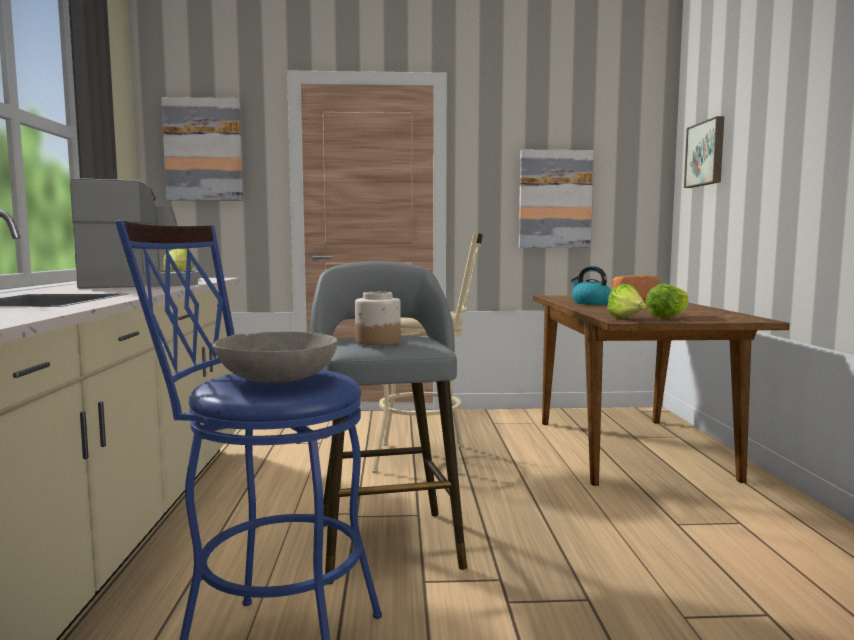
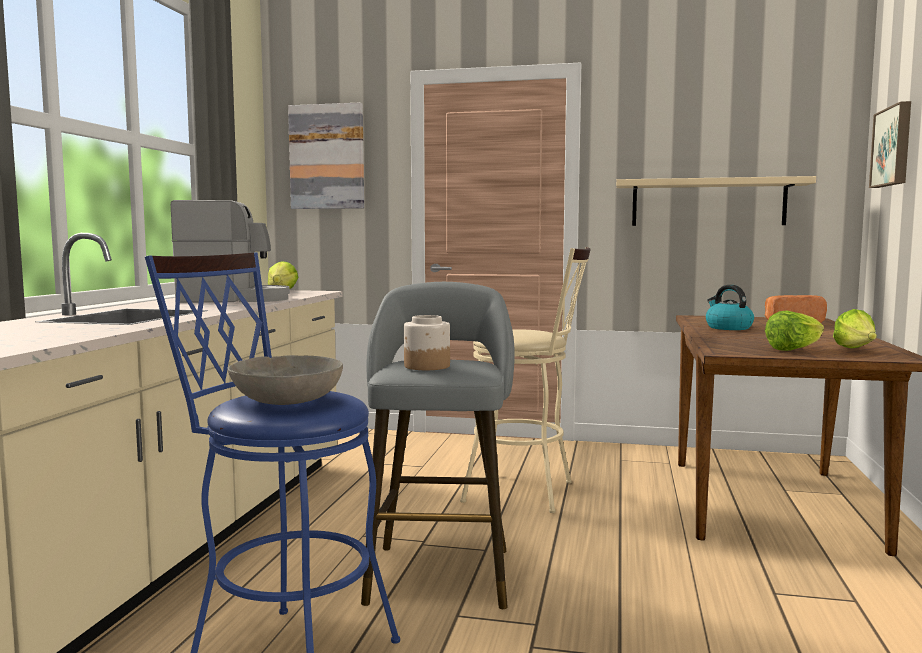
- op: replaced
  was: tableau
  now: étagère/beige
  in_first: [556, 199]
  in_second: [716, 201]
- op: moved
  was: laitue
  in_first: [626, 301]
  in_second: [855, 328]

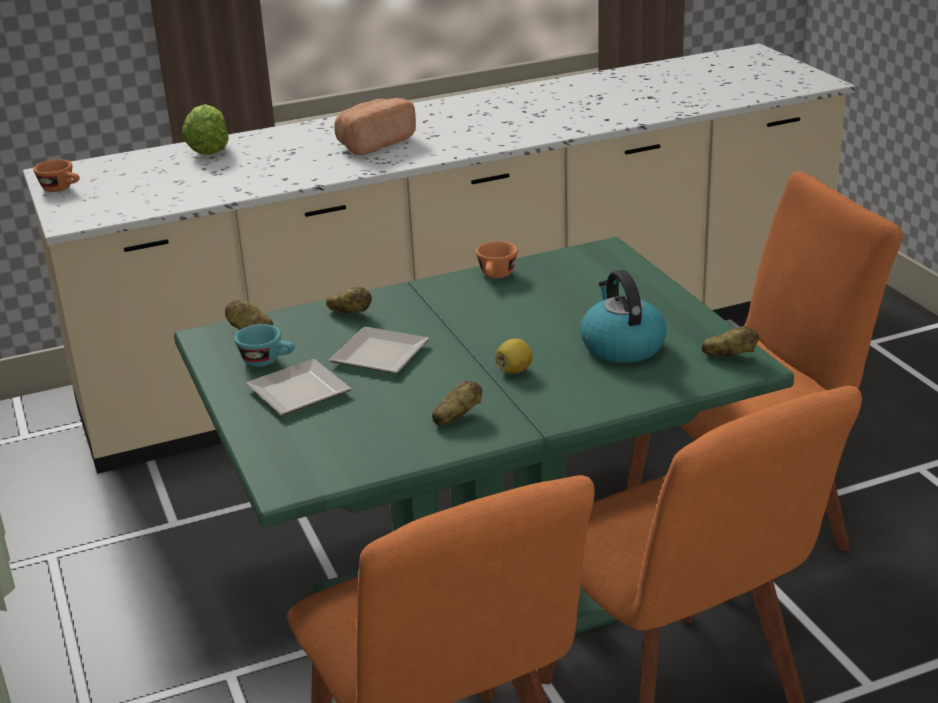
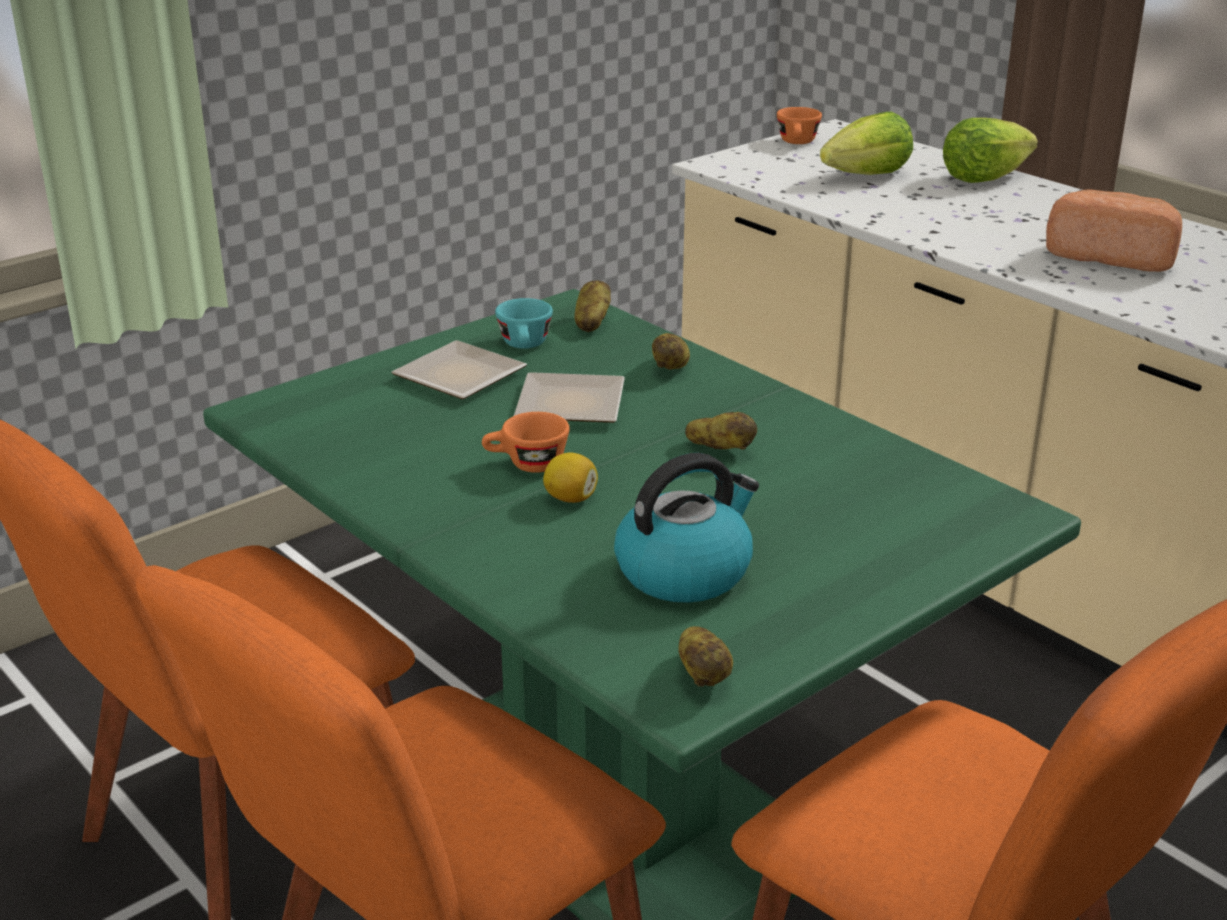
- op: moved
  was: tasse/orange
  in_first: [497, 259]
  in_second: [526, 442]
- op: moved
  was: pomme de terre
  in_first: [457, 403]
  in_second: [721, 431]
- op: added
  now: laitue
  in_second: [866, 143]

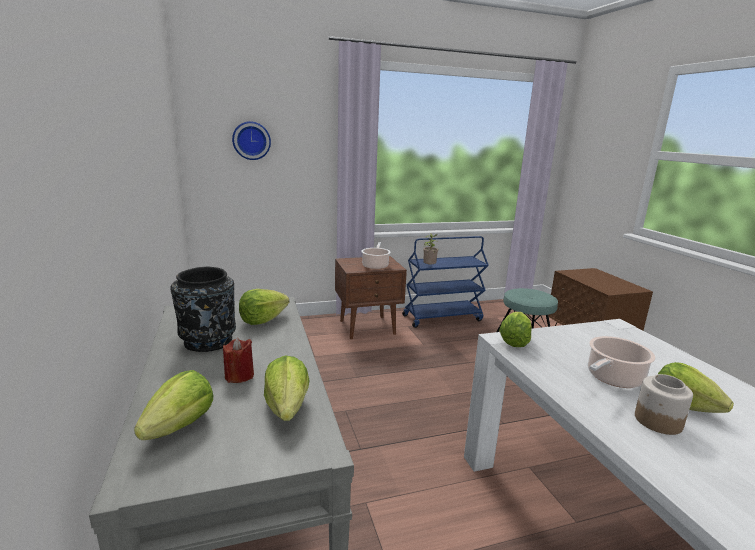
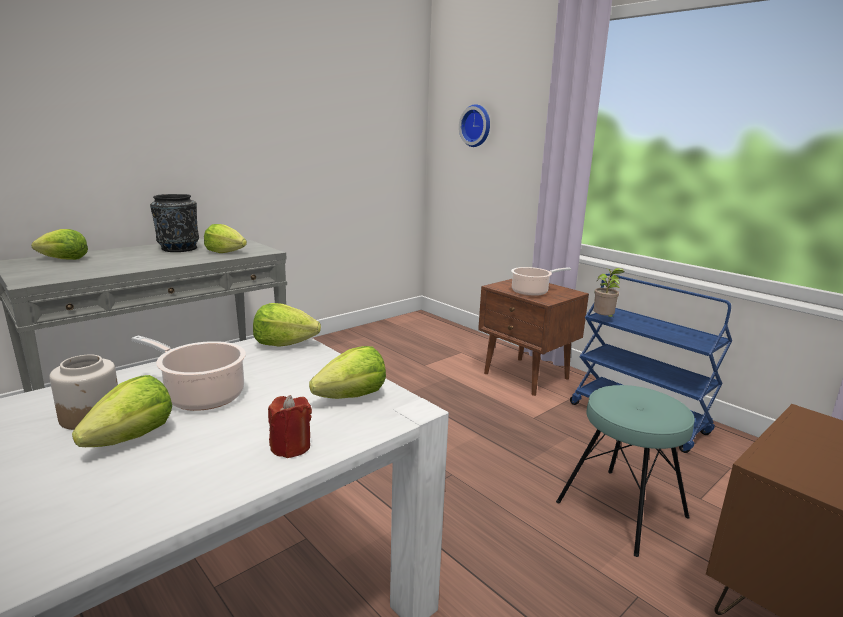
- op: moved
  was: bougie/rouge
  in_first: [238, 360]
  in_second: [290, 426]
- op: moved
  was: laitue
  in_first: [286, 388]
  in_second: [347, 372]

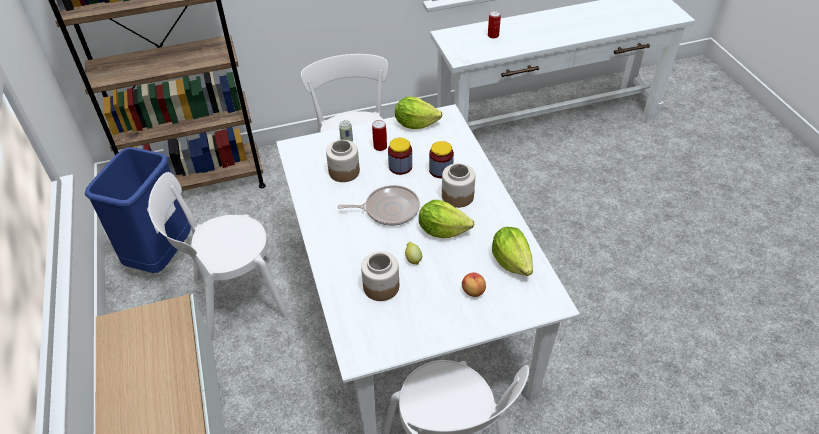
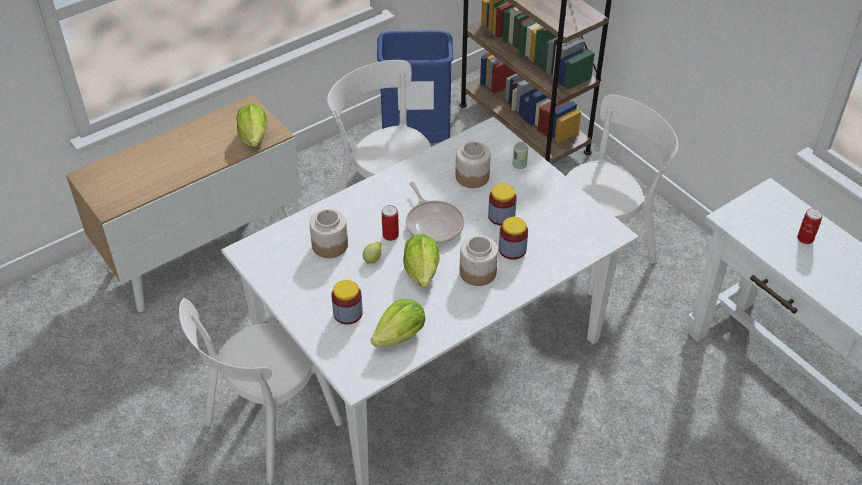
- op: moved
  was: laitue
  in_first: [419, 112]
  in_second: [252, 125]
- op: replaced
  was: pomme
  now: bocal
  in_first: [474, 285]
  in_second: [347, 302]
- op: moved
  was: boîte métallique
  in_first: [379, 135]
  in_second: [390, 223]

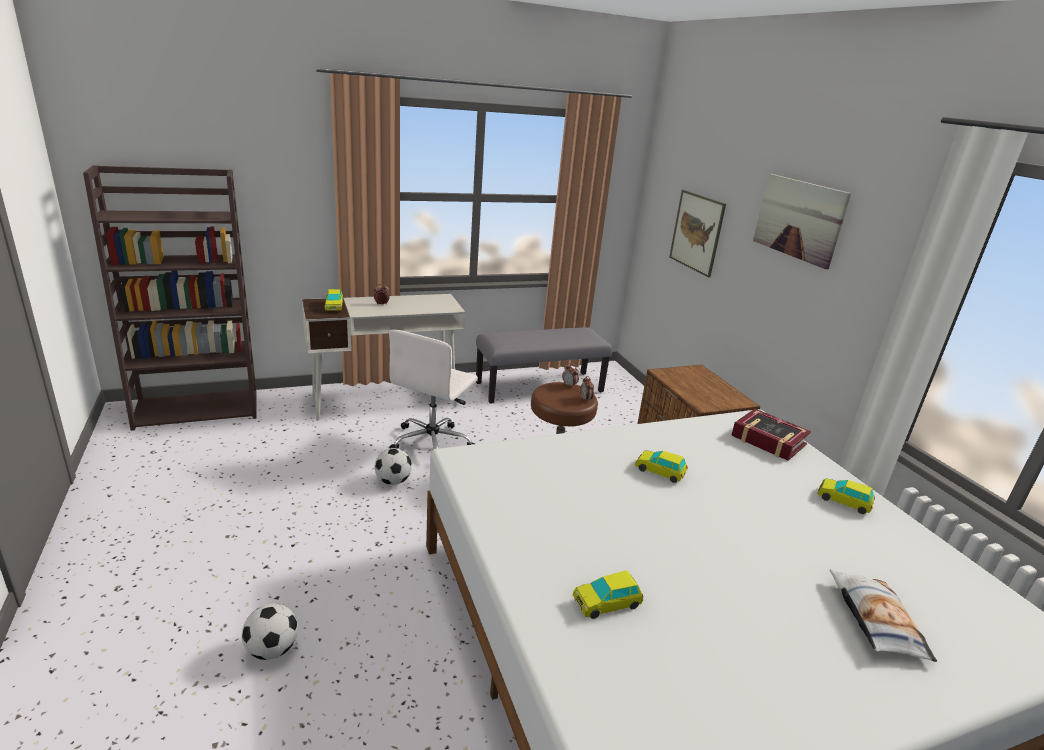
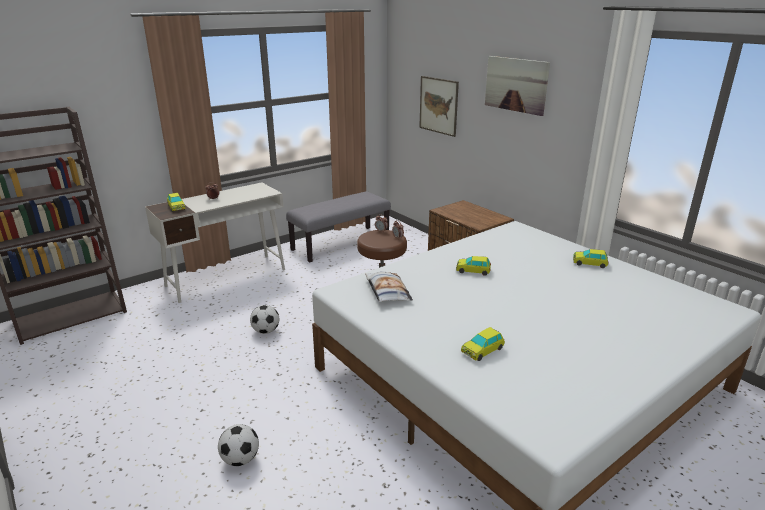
- op: moved
  was: coussin
  in_first: [883, 615]
  in_second: [389, 286]
- op: removed
  was: chaise de bureau/blanc
  in_first: [433, 390]
- op: removed
  was: livre
  in_first: [771, 435]

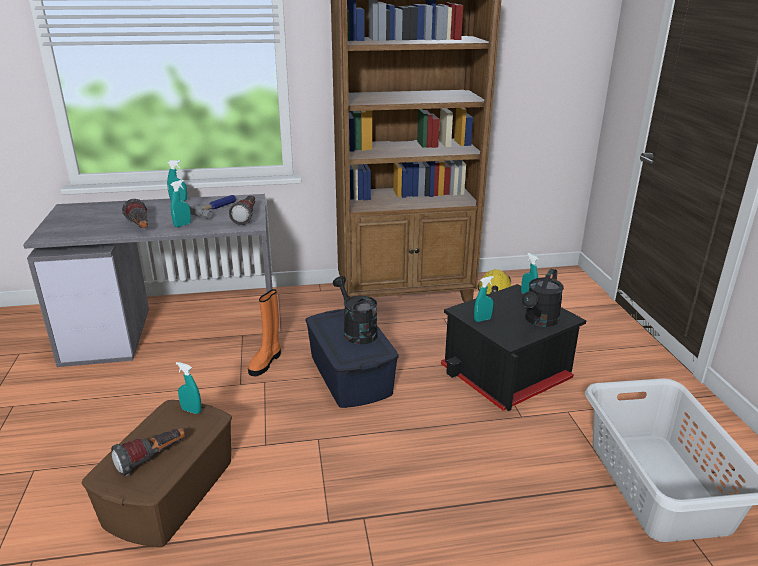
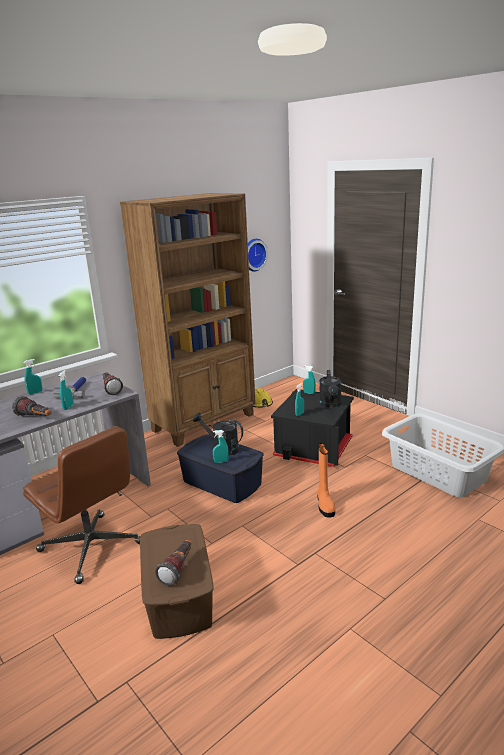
- op: added
  now: chaise de bureau/marron
  in_second: [82, 505]
- op: moved
  was: vaporisateur/turquoise
  in_first: [189, 388]
  in_second: [221, 446]
- op: added
  now: horloge murale
  in_second: [258, 255]
- op: moved
  was: botte/orange
  in_first: [264, 332]
  in_second: [326, 480]

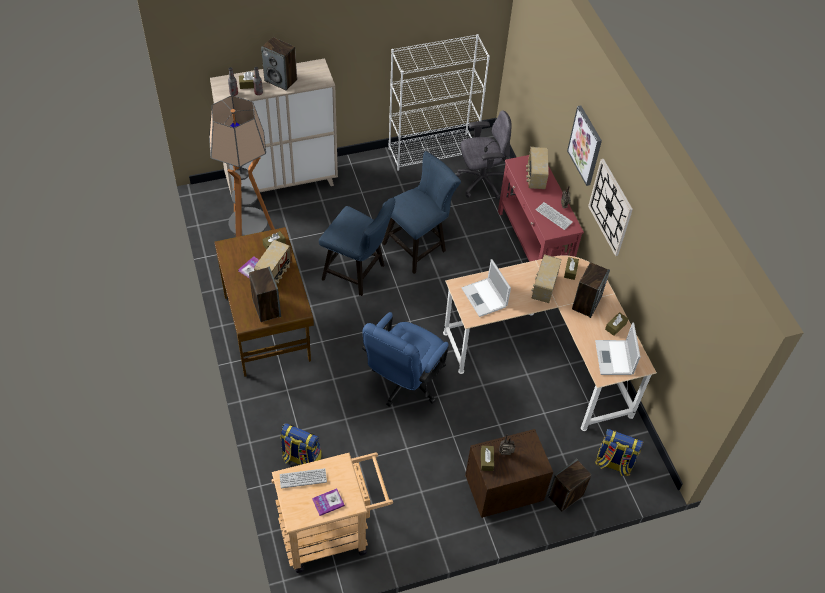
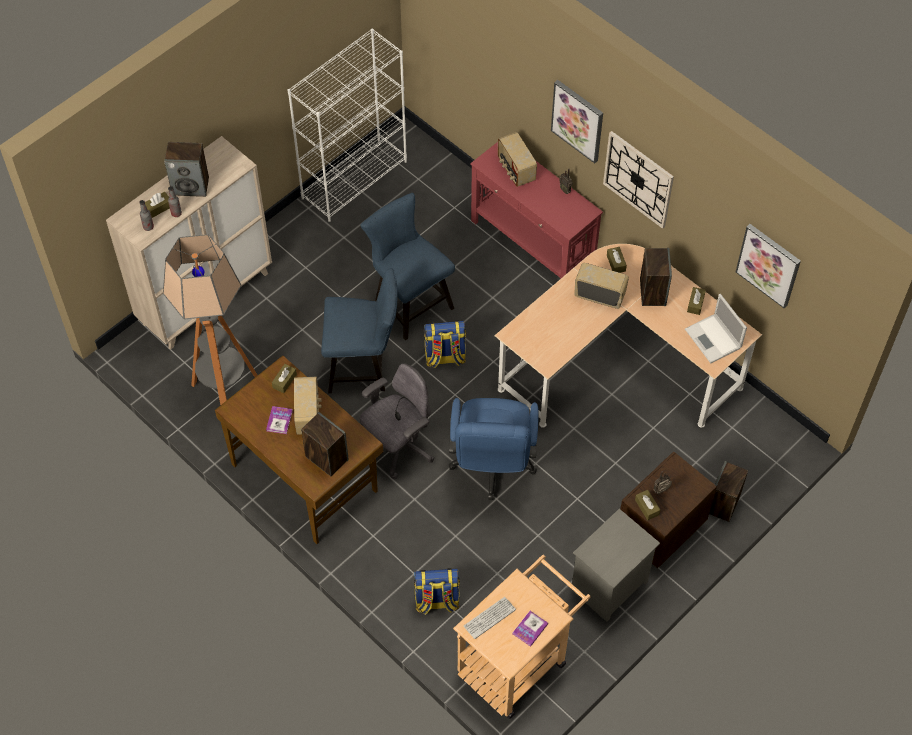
- op: turned
  was: chaise/bleu
  in_first: [421, 212]
  in_second: [407, 266]
  clockwise: -60
- op: moved
  was: chaise de bureau/gris
  in_first: [484, 155]
  in_second: [397, 421]
- op: moved
  was: sac à dos
  in_first: [619, 452]
  in_second: [445, 344]
- op: added
  now: table de chevet/gris
  in_second: [615, 565]
- op: turned
  was: radio
  in_first: [546, 278]
  in_second: [601, 286]
  clockwise: 120
- op: added
  now: tableau
  in_second: [768, 266]
- op: removed
  was: ordinateur portable
  in_first: [486, 288]
- op: removed
  was: clavier
  in_first: [554, 216]

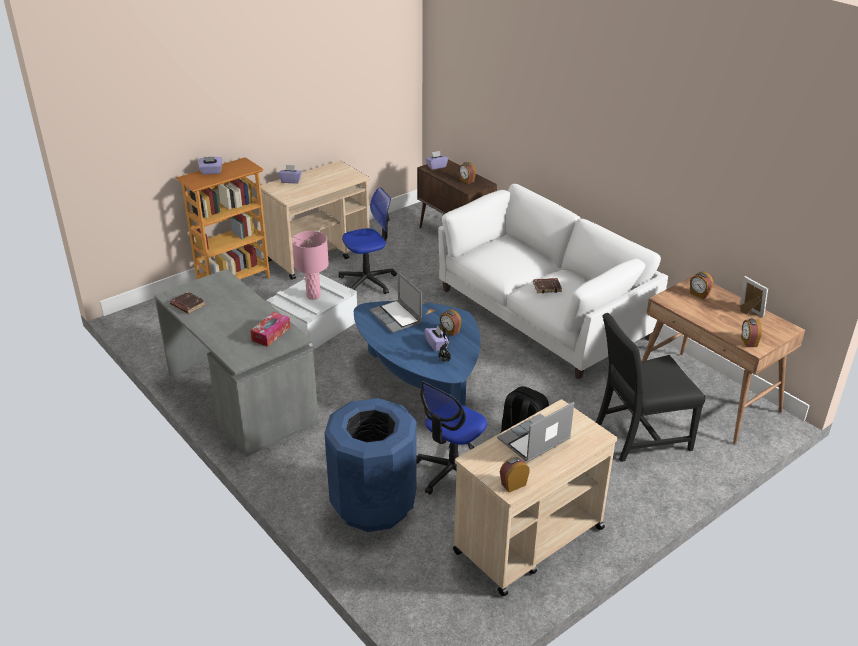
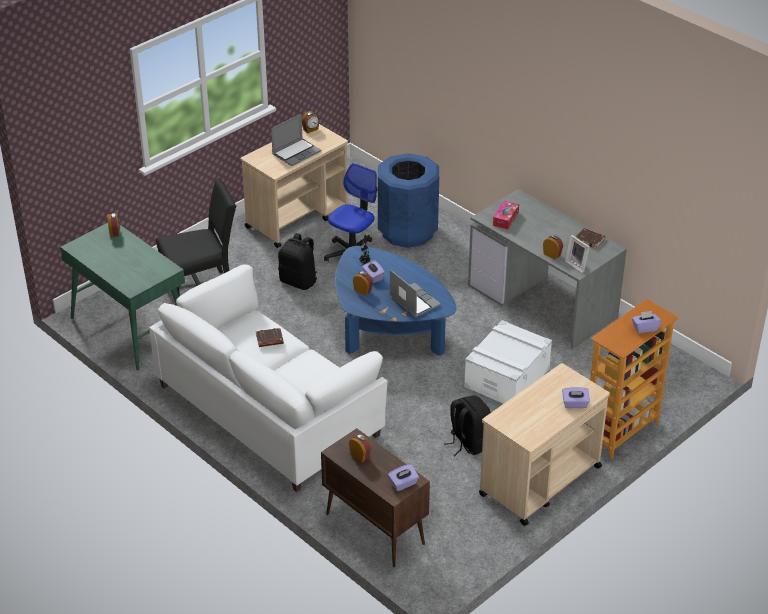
- op: recoloured
  was: bureau/marron
  now: bureau/vert
  in_first: [723, 359]
  in_second: [122, 296]
- op: replaced
  was: chaise de bureau
  now: sac à dos/noir
  in_first: [367, 240]
  in_second: [467, 425]
- op: moved
  was: réveil
  in_first: [701, 285]
  in_second: [553, 247]
- op: moved
  was: cadre photo
  in_first: [754, 296]
  in_second: [577, 254]
- op: removed
  was: lampe de table/rose
  in_first: [310, 265]

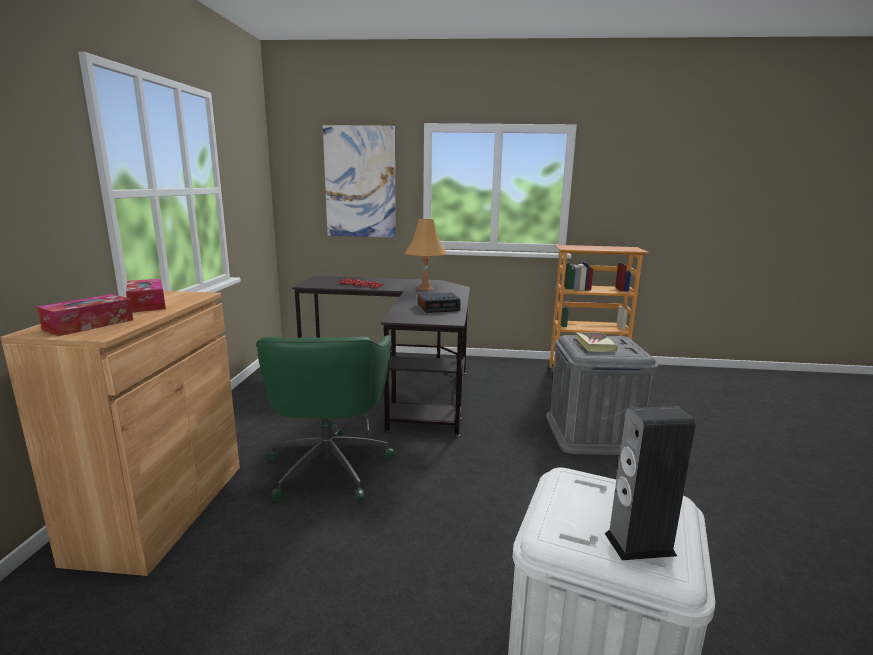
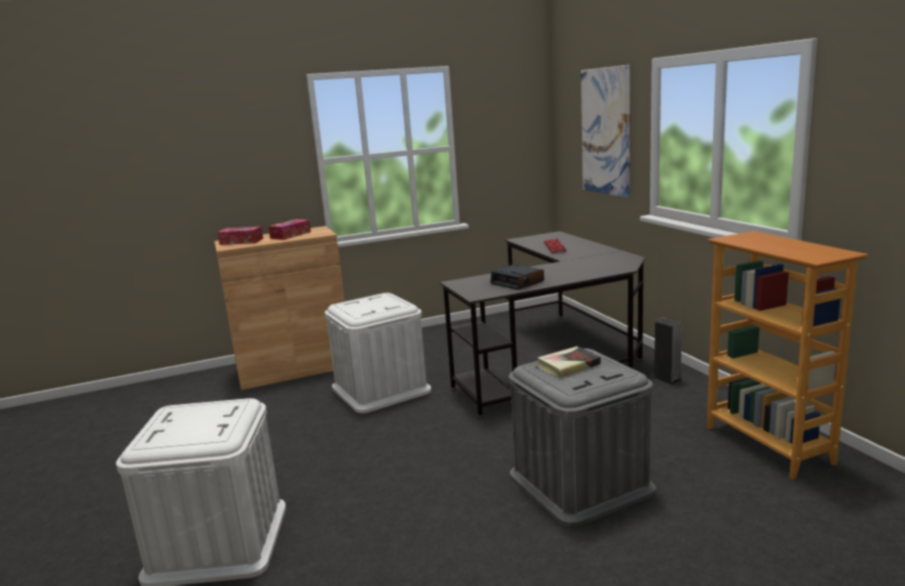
- op: replaced
  was: chaise de bureau/vert
  now: boîte de rangement/blanc
  in_first: [325, 418]
  in_second: [378, 353]
- op: moved
  was: enceinte
  in_first: [650, 483]
  in_second: [667, 351]
- op: removed
  was: lampe de table/orange
  in_first: [426, 255]

